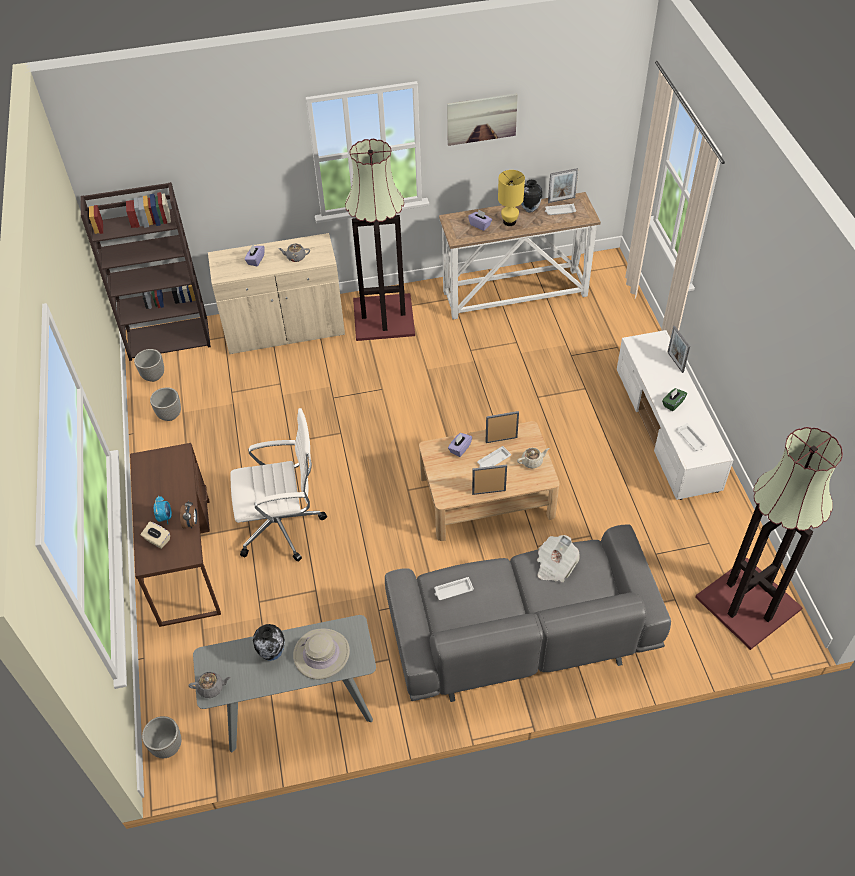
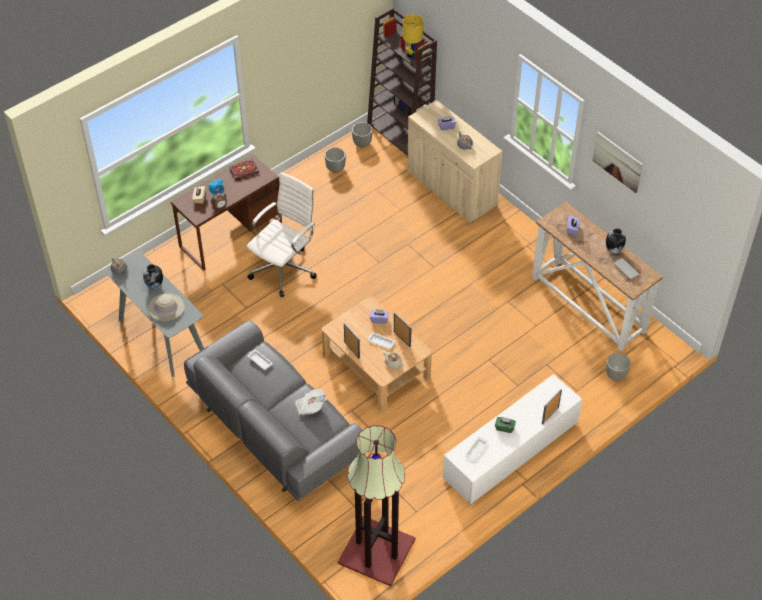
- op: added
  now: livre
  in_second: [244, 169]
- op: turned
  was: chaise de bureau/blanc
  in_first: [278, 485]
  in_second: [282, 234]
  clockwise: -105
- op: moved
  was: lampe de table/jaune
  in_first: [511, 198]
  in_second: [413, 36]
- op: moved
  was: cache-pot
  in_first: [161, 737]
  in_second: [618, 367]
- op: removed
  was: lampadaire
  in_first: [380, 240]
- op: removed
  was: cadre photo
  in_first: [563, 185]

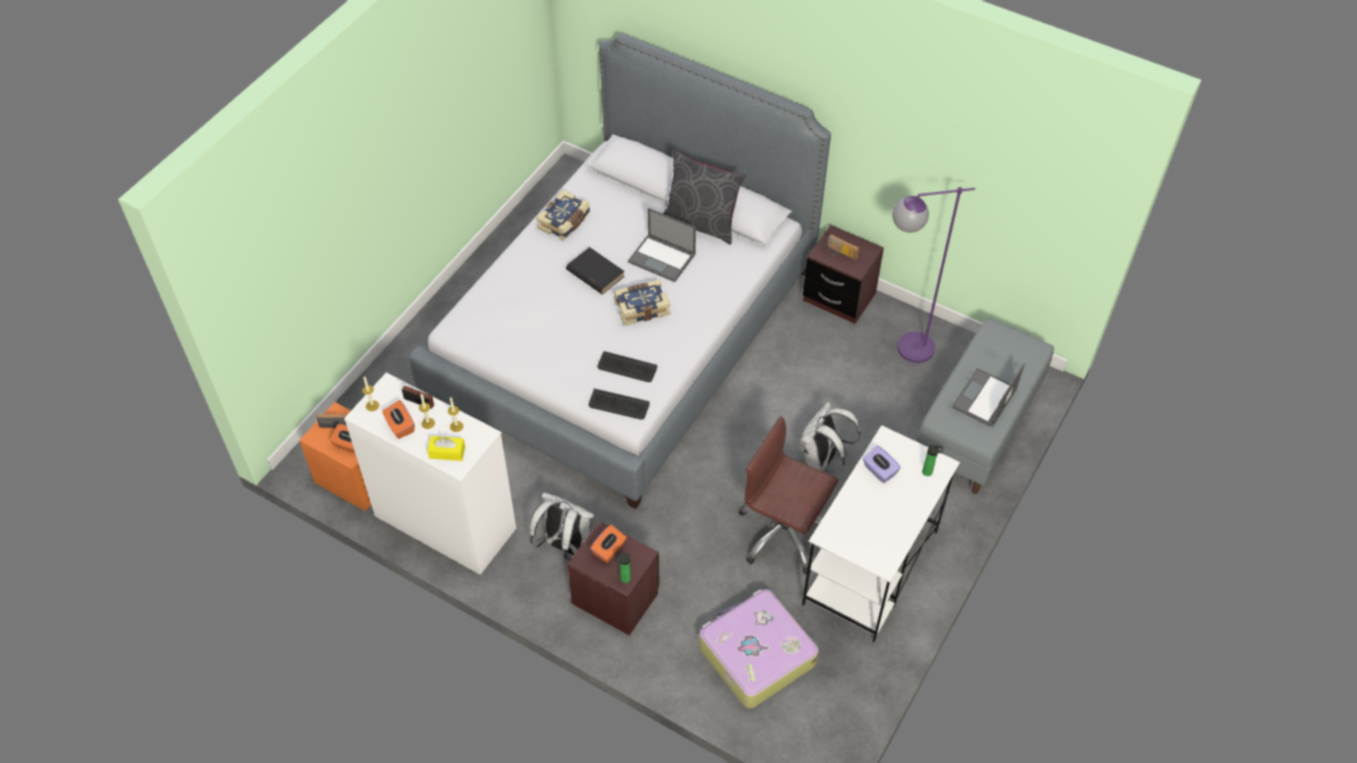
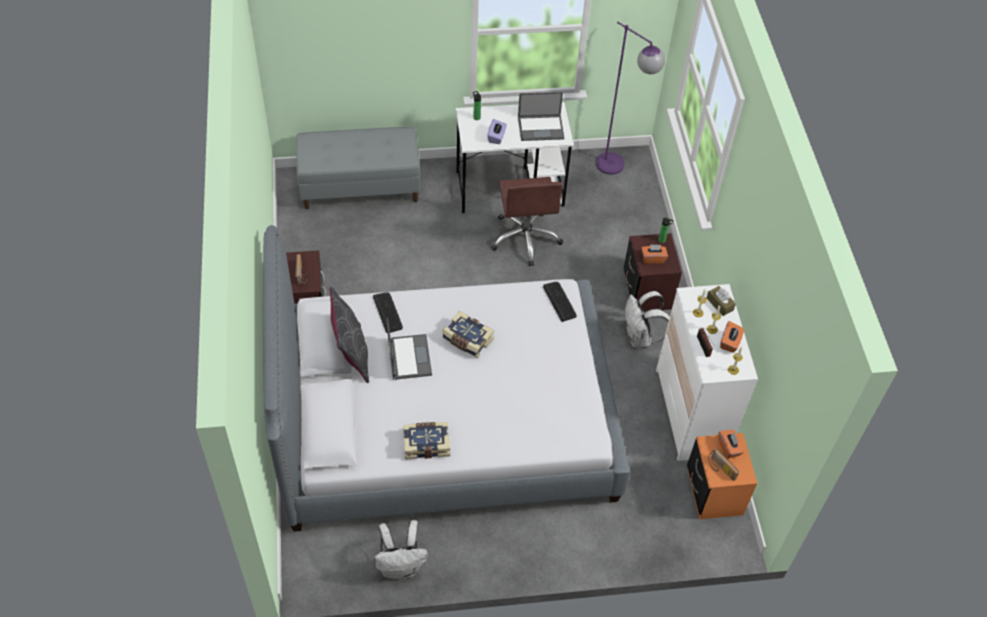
- op: moved
  was: clavier
  in_first: [627, 366]
  in_second: [388, 312]
- op: moved
  was: sac à dos/blanc
  in_first: [830, 437]
  in_second: [401, 549]
- op: moved
  was: ordinateur portable
  in_first: [988, 395]
  in_second: [541, 116]
- op: moved
  was: lampadaire/violet
  in_first: [933, 275]
  in_second: [630, 98]
- op: recoloured
  was: boîte à mouchoirs/jaune
  now: boîte à mouchoirs/marron
  in_first: [446, 448]
  in_second: [721, 301]
- op: removed
  was: livre/noir
  in_first: [595, 270]
- op: removed
  was: valise
  in_first: [759, 648]

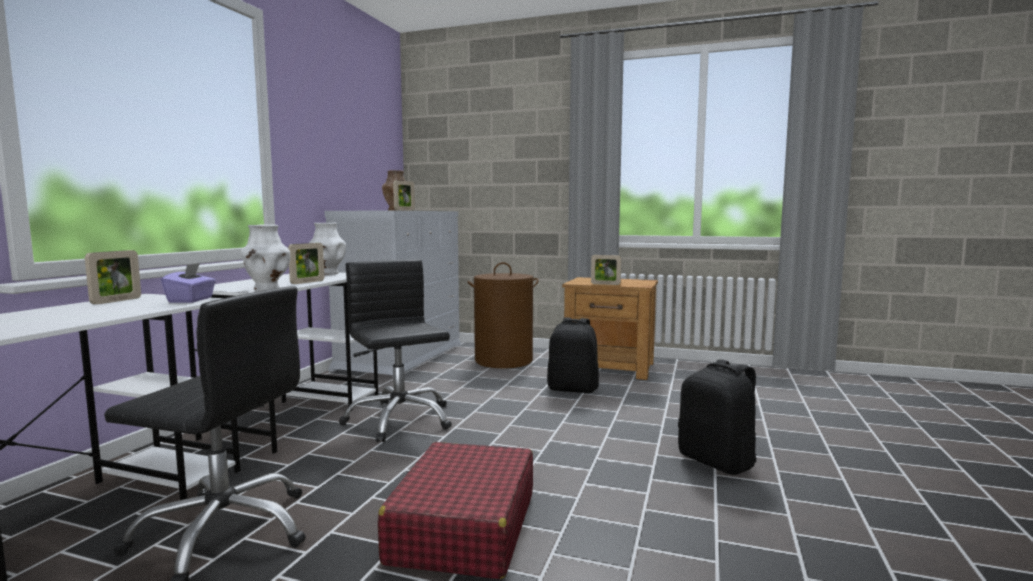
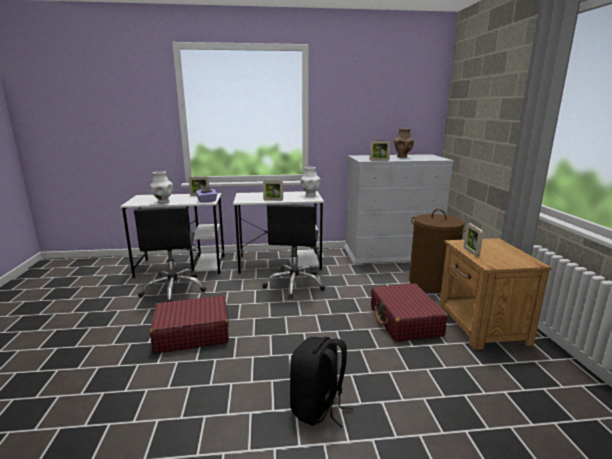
- op: moved
  was: vase/blanc
  in_first: [265, 257]
  in_second: [161, 187]
- op: turned
  was: chaise de bureau/noir
  in_first: [395, 351]
  in_second: [294, 251]
  clockwise: 150
- op: replaced
  was: sac à dos/noir
  now: valise/rouge
  in_first: [573, 355]
  in_second: [409, 313]

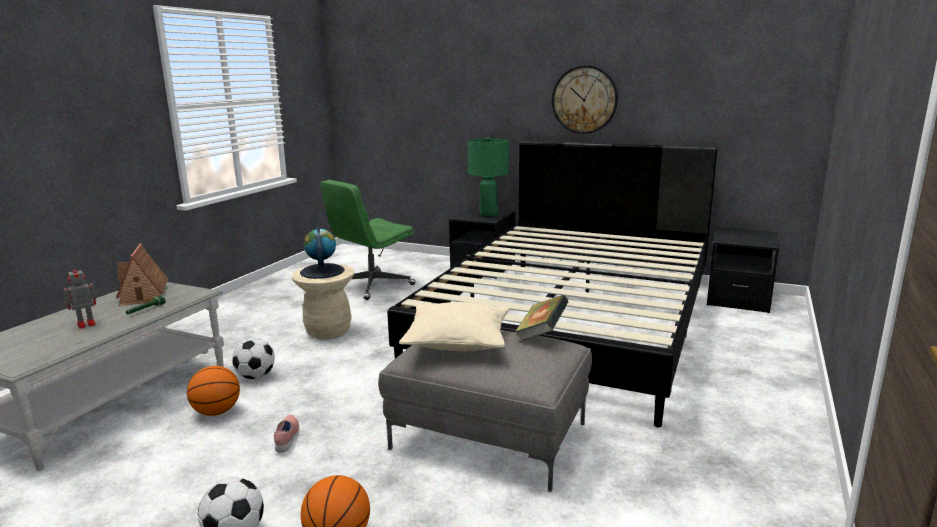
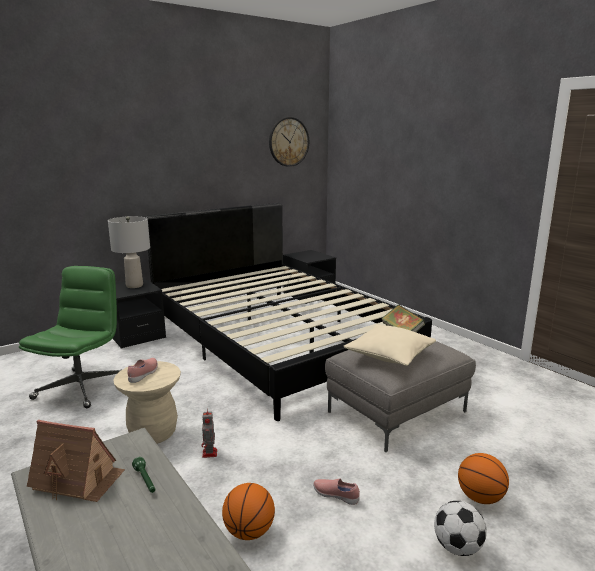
- op: turned
  was: chaise de bureau/vert
  in_first: [368, 240]
  in_second: [70, 337]
  clockwise: -150
- op: recoloured
  was: lampe de table/vert
  now: lampe de table/gris
  in_first: [488, 177]
  in_second: [129, 252]
- op: replaced
  was: globe
  now: chaussure/rose
  in_first: [322, 253]
  in_second: [142, 370]
- op: moved
  was: robot jouet
  in_first: [80, 297]
  in_second: [209, 434]
- op: moved
  was: horloge murale
  in_first: [585, 99]
  in_second: [289, 142]
- op: removed
  was: ballon de foot
  in_first: [253, 358]

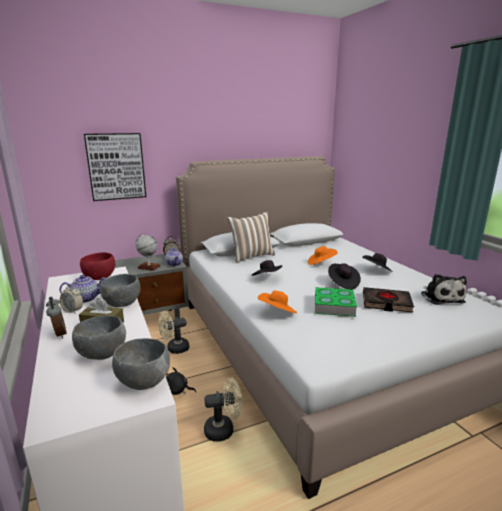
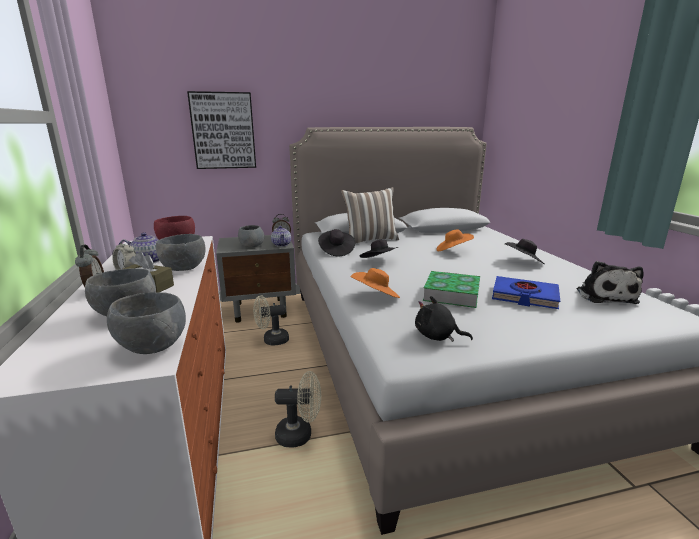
- op: replaced
  was: globe
  now: bol/gris
  in_first: [148, 252]
  in_second: [251, 236]
- op: moved
  was: chapeau/noir
  in_first: [344, 276]
  in_second: [336, 243]
- op: moved
  was: peluche/noir
  in_first: [181, 381]
  in_second: [444, 319]
- op: recoloured
  was: livre/noir
  now: livre/bleu
  in_first: [388, 300]
  in_second: [526, 292]

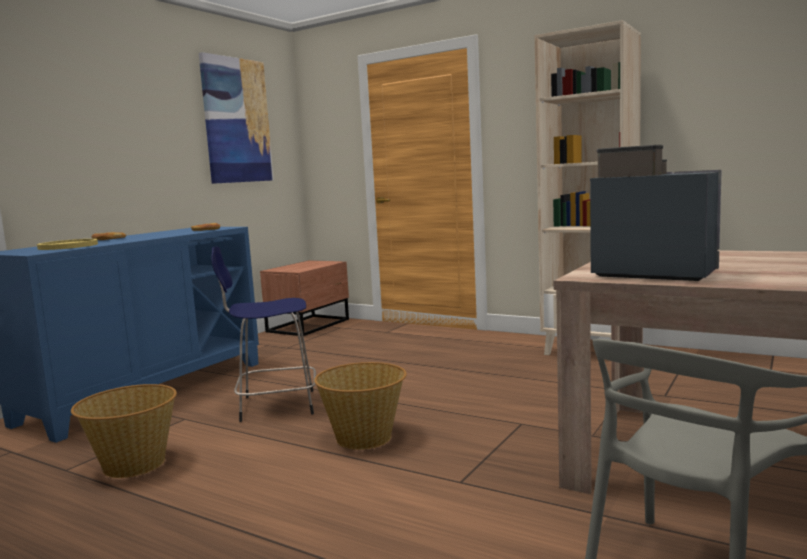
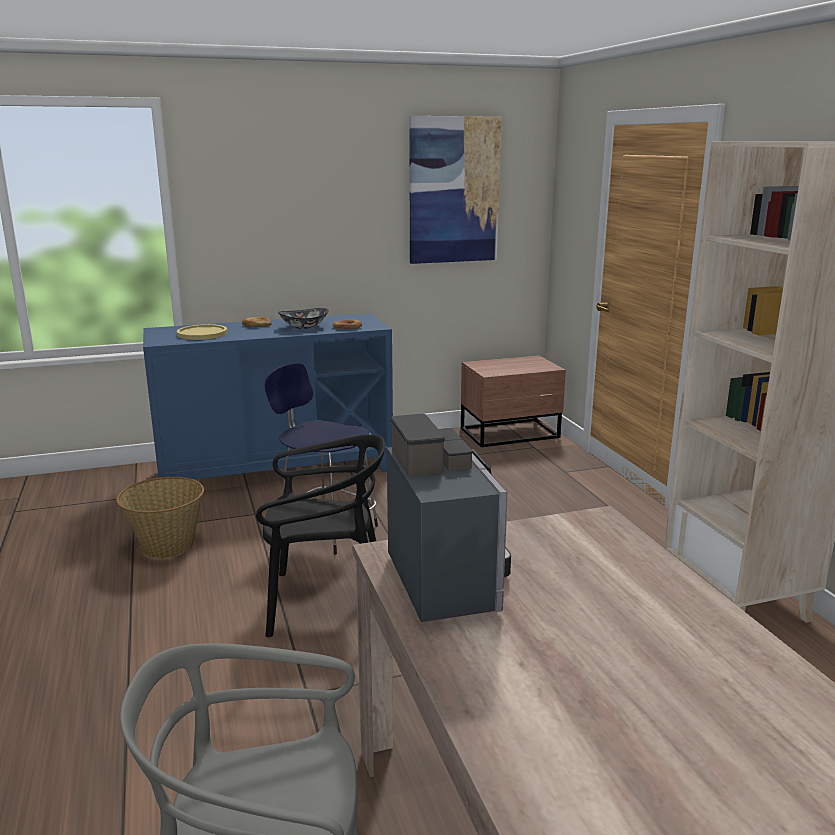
- op: replaced
  was: panier
  now: chaise/noir
  in_first: [360, 406]
  in_second: [320, 535]
- op: added
  now: bol
  in_second: [303, 318]

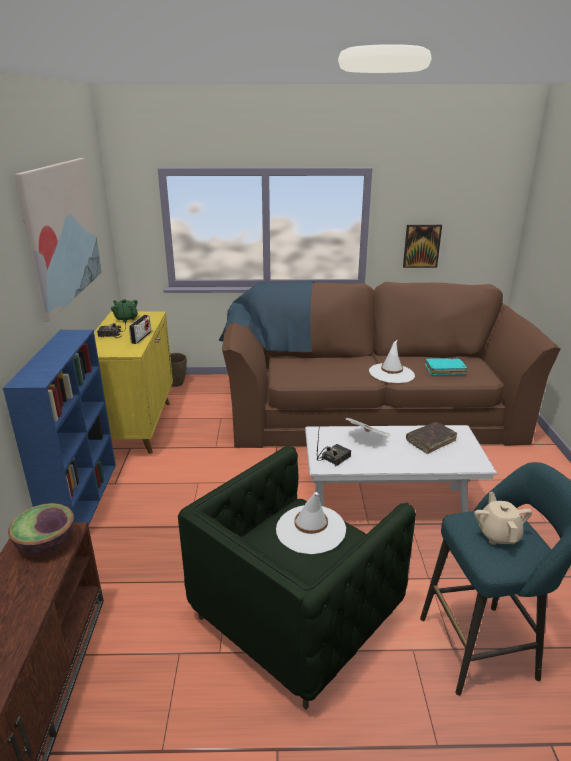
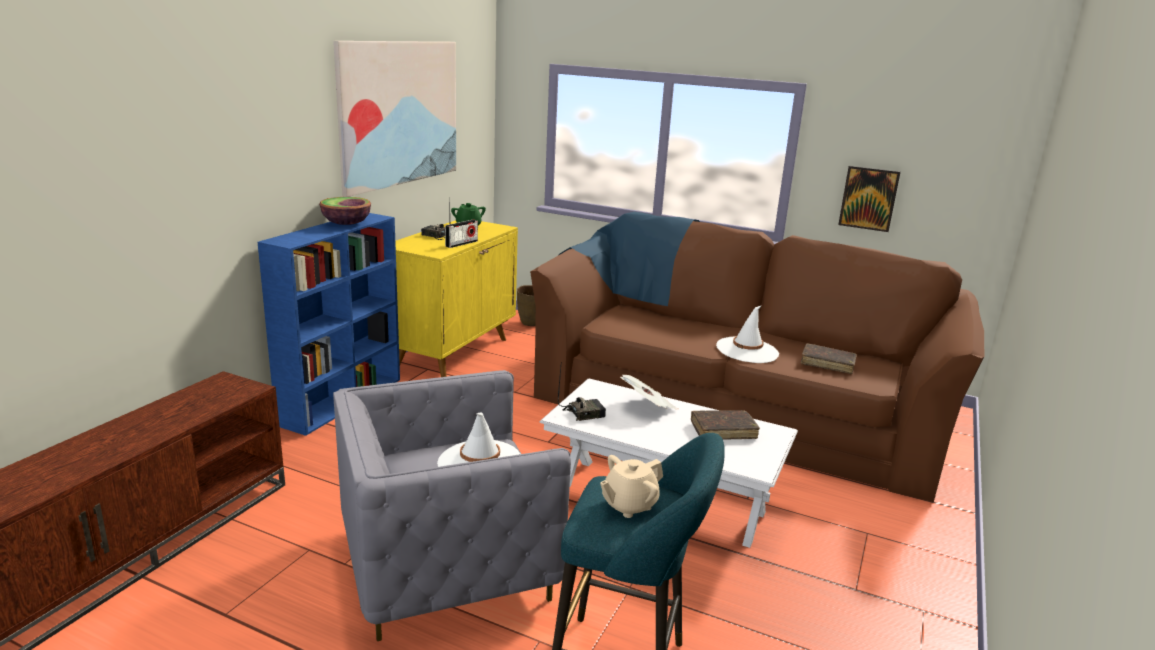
- op: moved
  was: bol
  in_first: [41, 528]
  in_second: [345, 211]
- op: recoloured
  was: fauteuil/vert
  now: fauteuil/gris
  in_first: [297, 577]
  in_second: [452, 505]
- op: turned
  was: théière/beige
  in_first: [503, 518]
  in_second: [631, 486]
  clockwise: -150
- op: recoloured
  was: livre/turquoise
  now: livre/marron
  in_first: [446, 367]
  in_second: [829, 358]

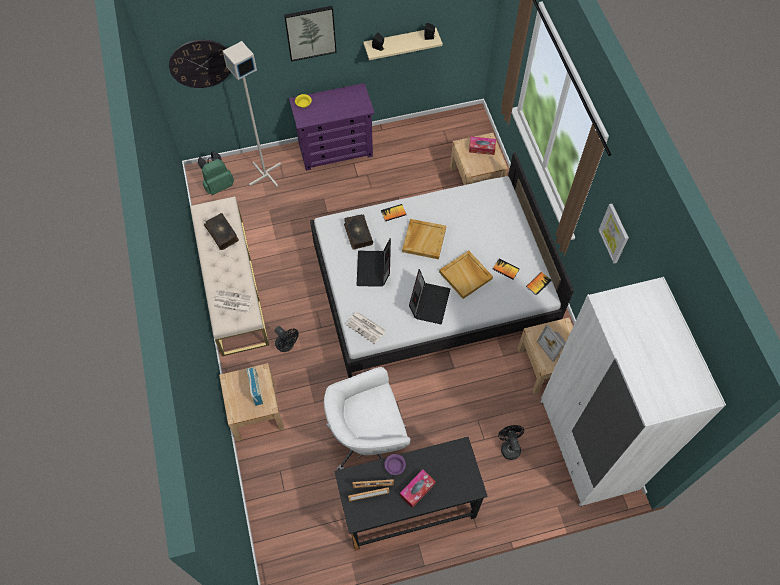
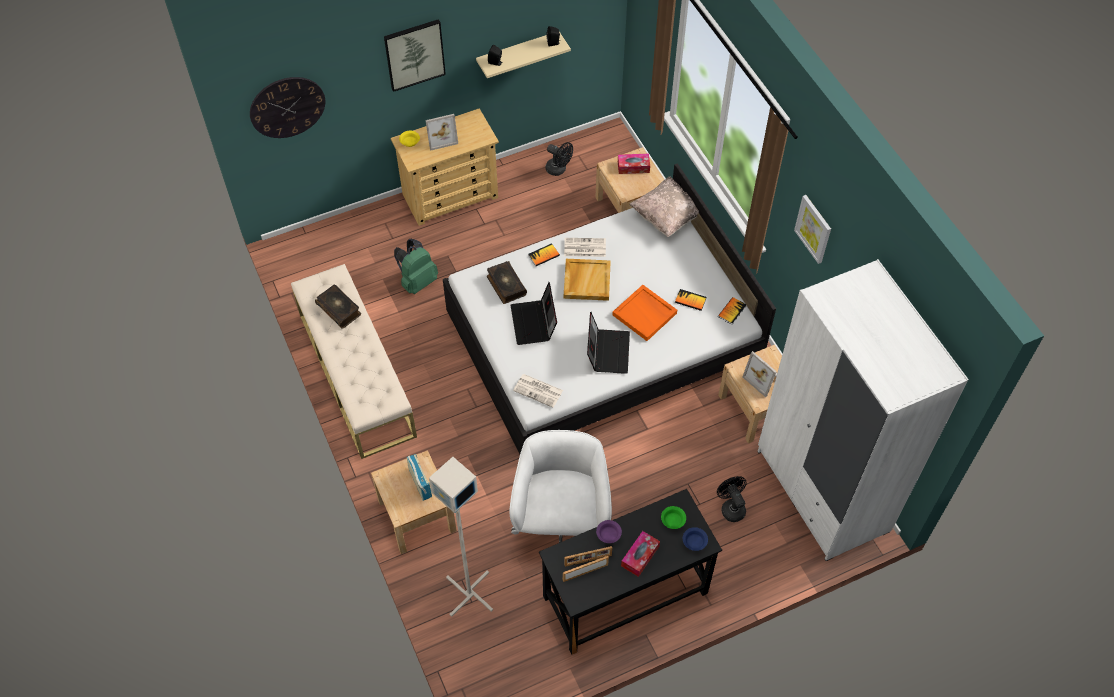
- op: recoloured
  was: commode/violet
  now: commode/beige
  in_first: [332, 127]
  in_second: [445, 167]
- op: moved
  was: sac à dos/vert
  in_first: [216, 173]
  in_second: [416, 266]
- op: added
  now: cadre photo
  in_second: [441, 132]
- op: moved
  was: lampadaire/gris
  in_first: [252, 114]
  in_second: [461, 537]
- op: turned
  was: chaise de bureau/blanc
  in_first: [367, 418]
  in_second: [561, 486]
  clockwise: 120
- op: moved
  was: ventilateur/noir
  in_first: [287, 339]
  in_second: [559, 159]
- op: moved
  was: journal
  in_first: [233, 301]
  in_second: [585, 247]
- op: recoloured
  was: plateau/beige
  now: plateau/orange
  in_first: [466, 274]
  in_second: [644, 313]
- op: added
  now: coussin/beige
  in_second: [664, 206]
- op: added
  now: bol/vert
  in_second: [673, 517]
- op: added
  now: bol/bleu
  in_second: [695, 539]

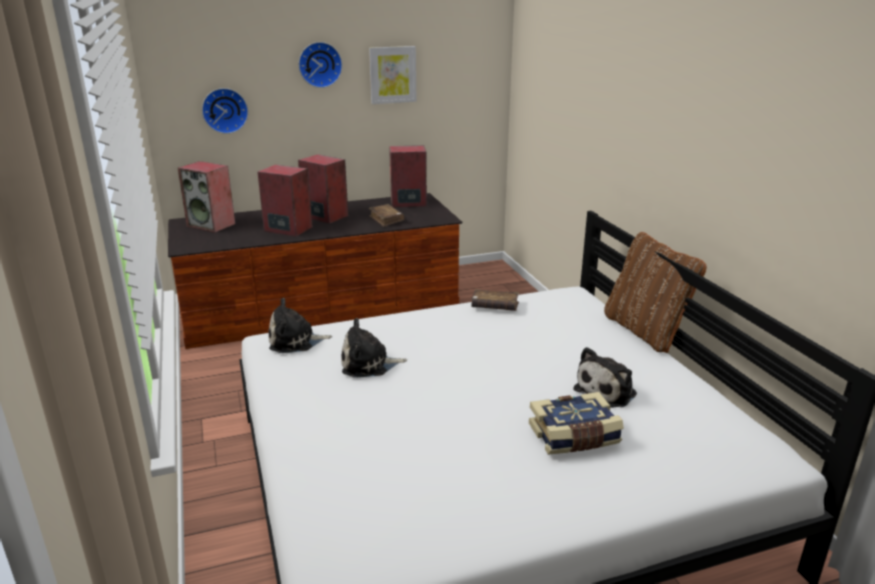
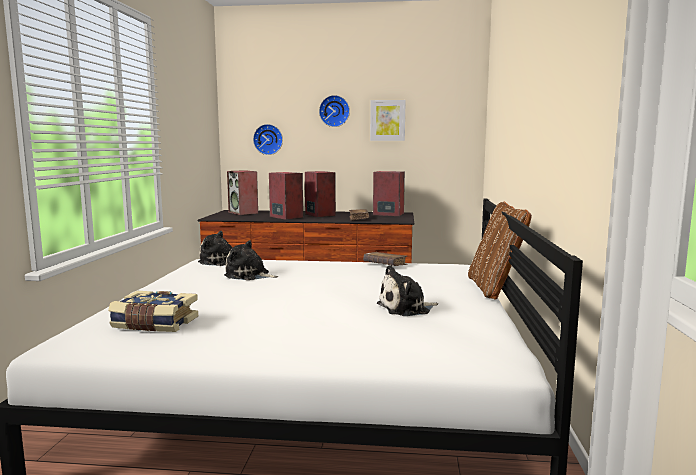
- op: moved
  was: livre
  in_first: [576, 423]
  in_second: [153, 311]

